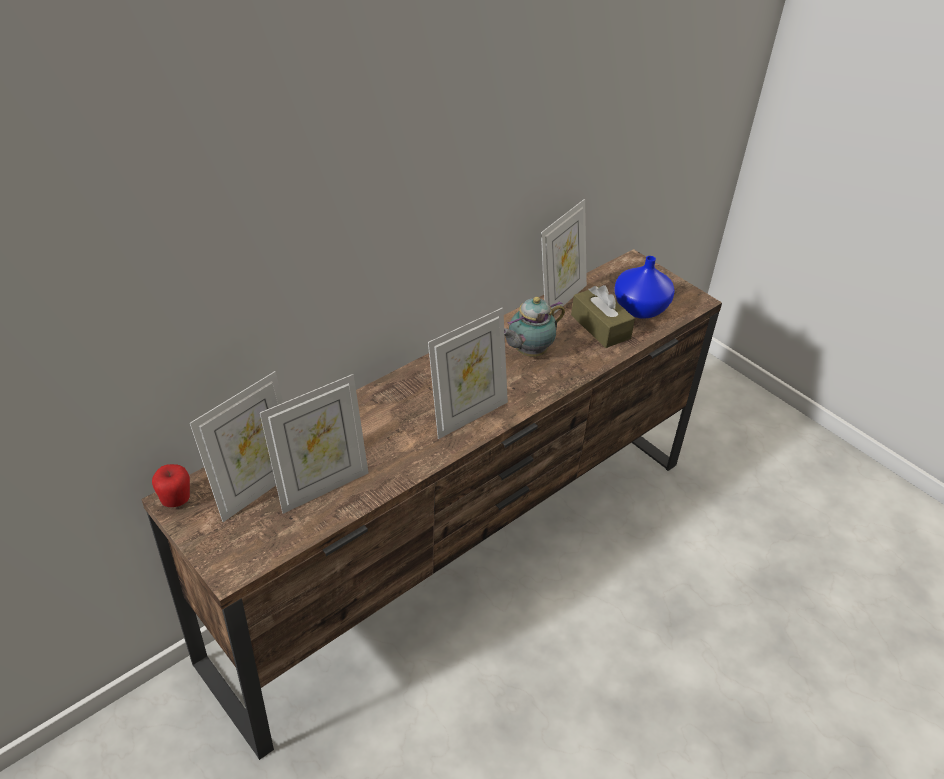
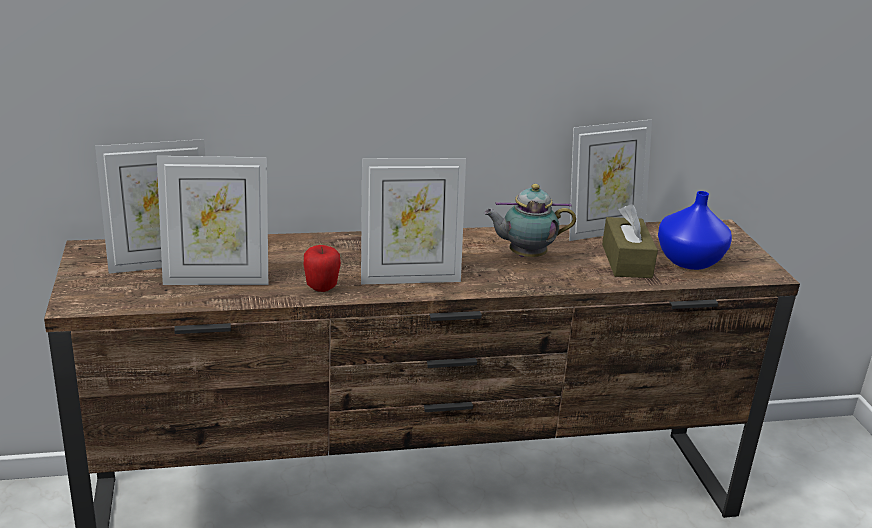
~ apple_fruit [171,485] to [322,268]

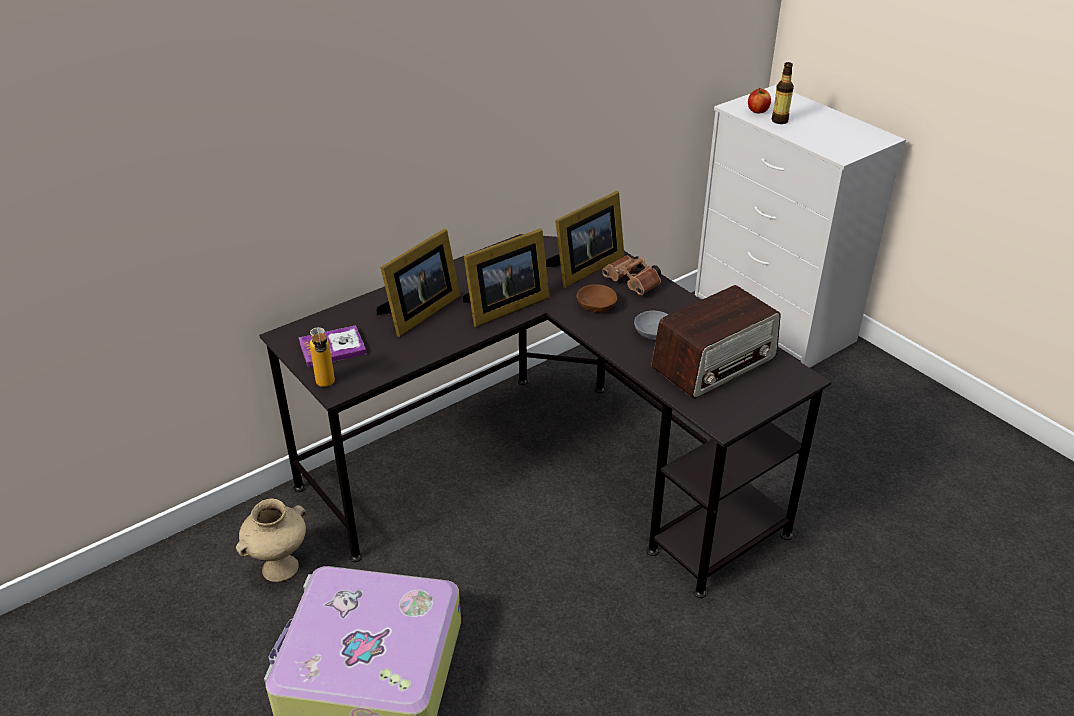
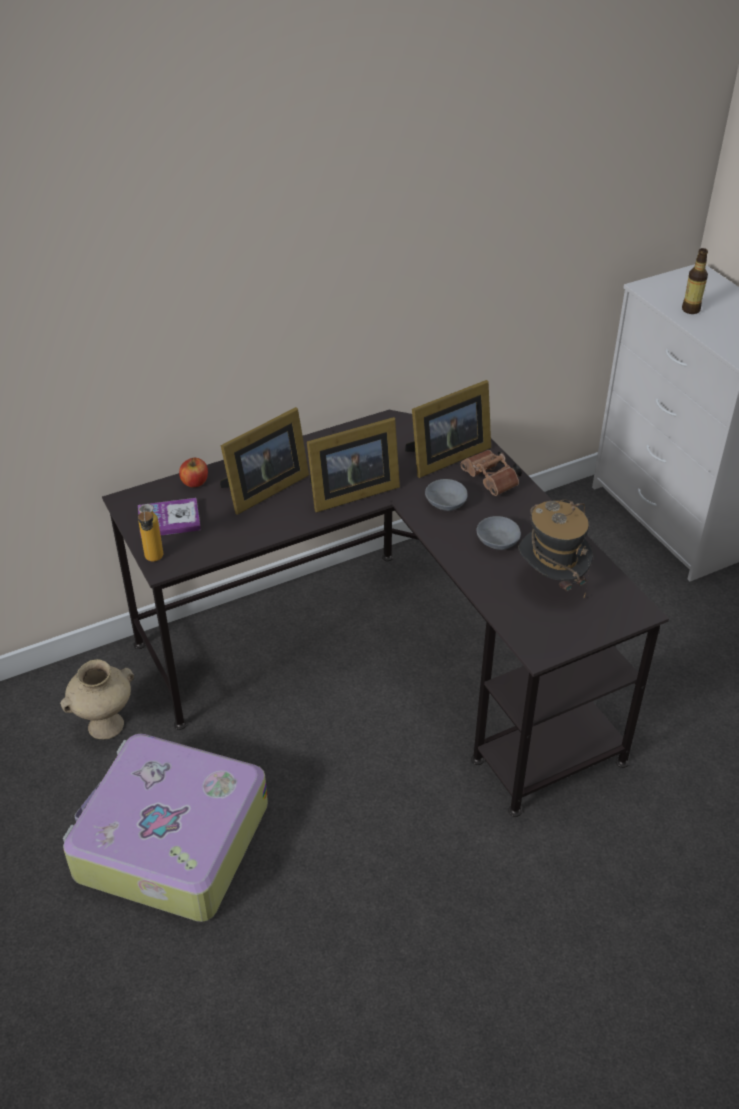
~ apple_fruit [759,101] to [193,472]
~ brown_bowl [597,298] to gray_bowl [446,495]
~ radio_receiver [716,342] to wearable_hat [555,549]

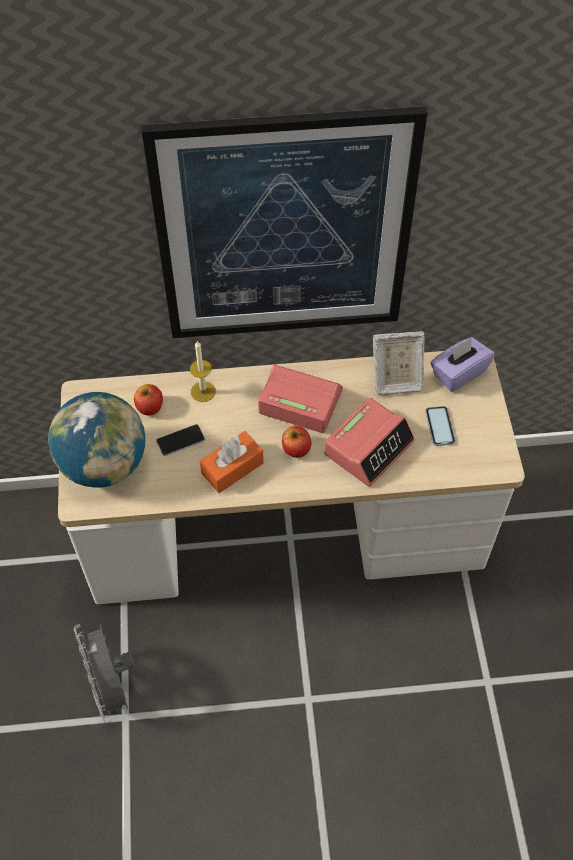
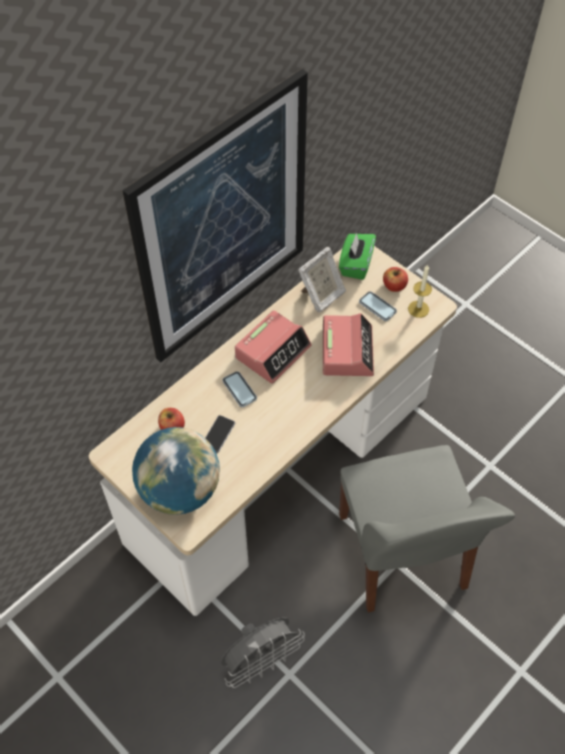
~ gray_electric_fan [104,673] = [263,653] 60 degrees counterclockwise
+ telephone [240,389]
~ table_clock [300,398] = [273,347] 150 degrees clockwise
~ purple_tissue_holder [462,364] to green-coloured_tissue_holder [357,256]
+ gray_upright_chair [427,529]
~ apple_fruit [296,442] to [395,279]
~ wax_candle [203,371] to [420,291]
- orangey_tissue_holder [232,462]

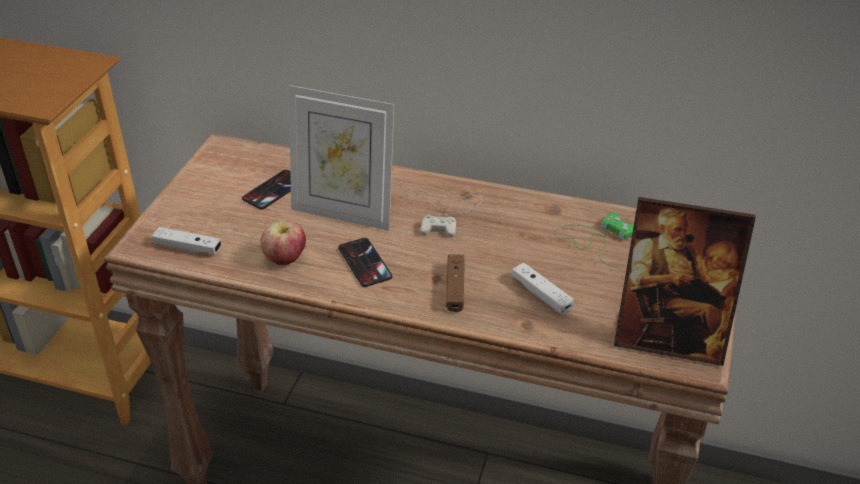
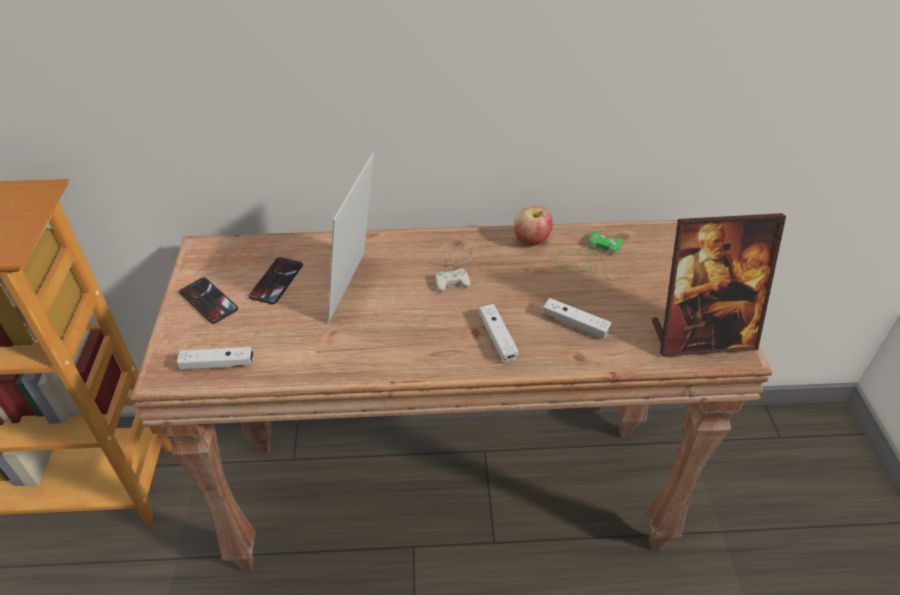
~ telephone [365,262] to [208,300]
~ standing_frame [341,158] = [350,238] 105 degrees clockwise
~ brown_game_controller [455,283] to white_game_controller [499,333]
~ apple_fruit [283,242] to [533,226]

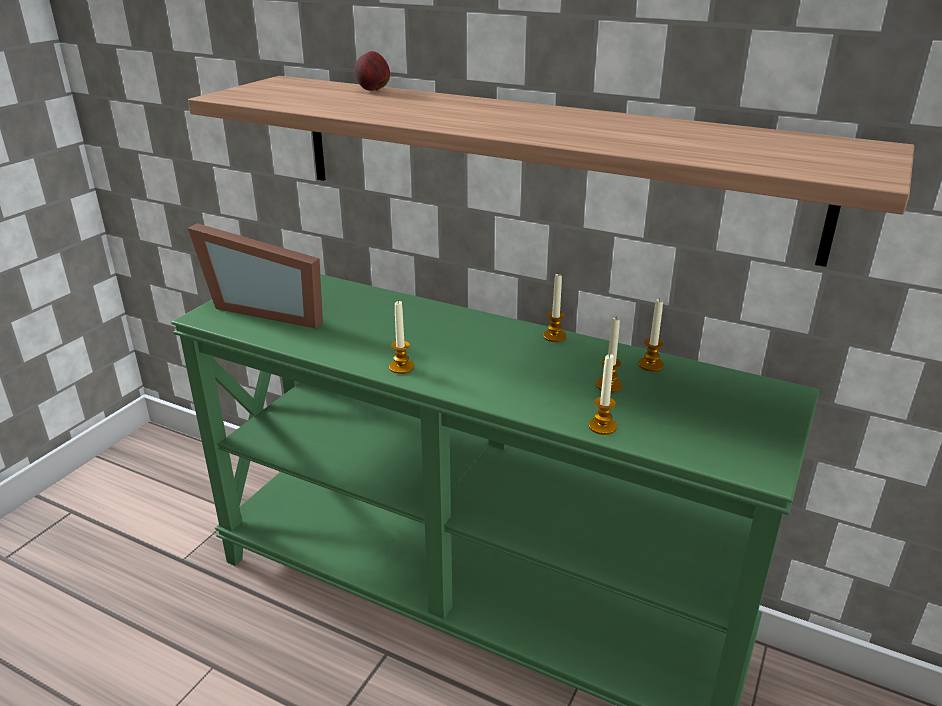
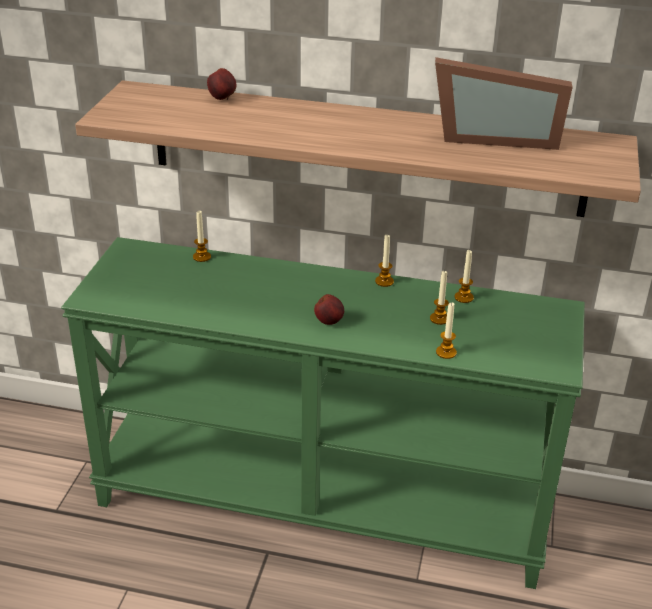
~ wax_candle [401,337] to [202,236]
+ apple_fruit [329,309]
~ standing_frame [255,275] to [504,103]

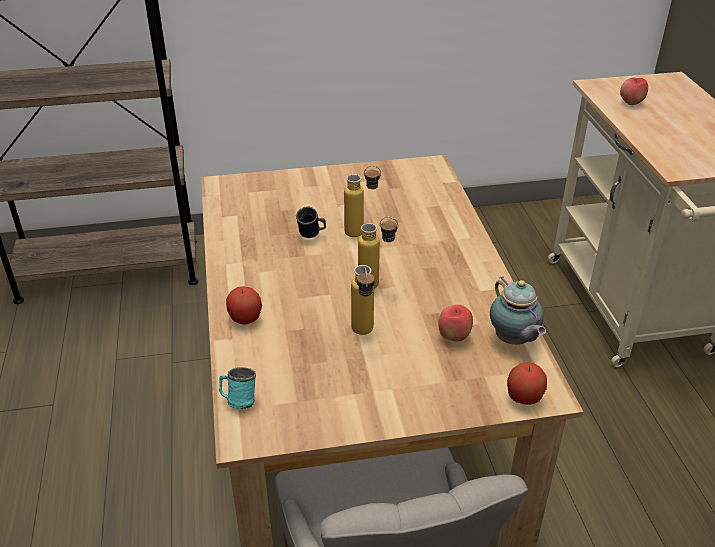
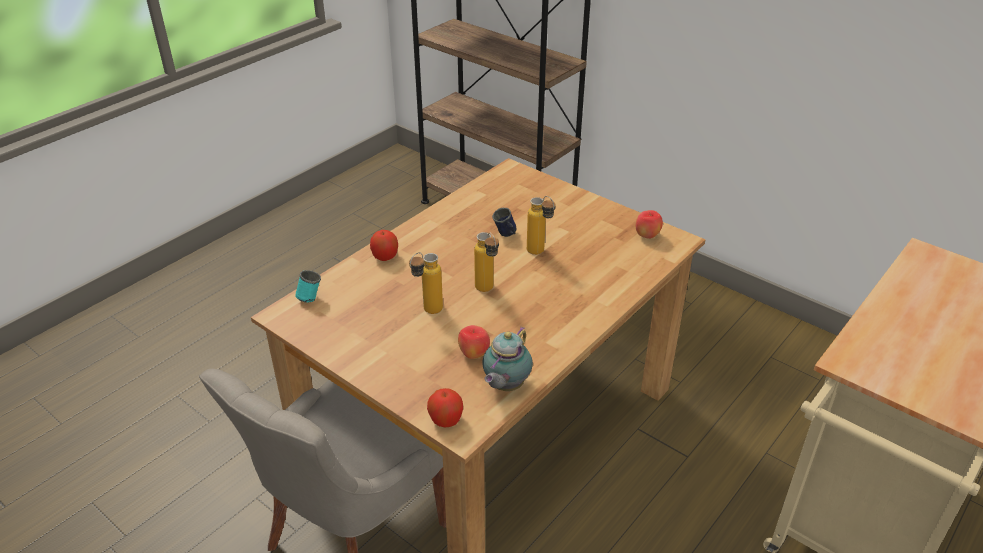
~ apple_fruit [634,91] to [649,224]

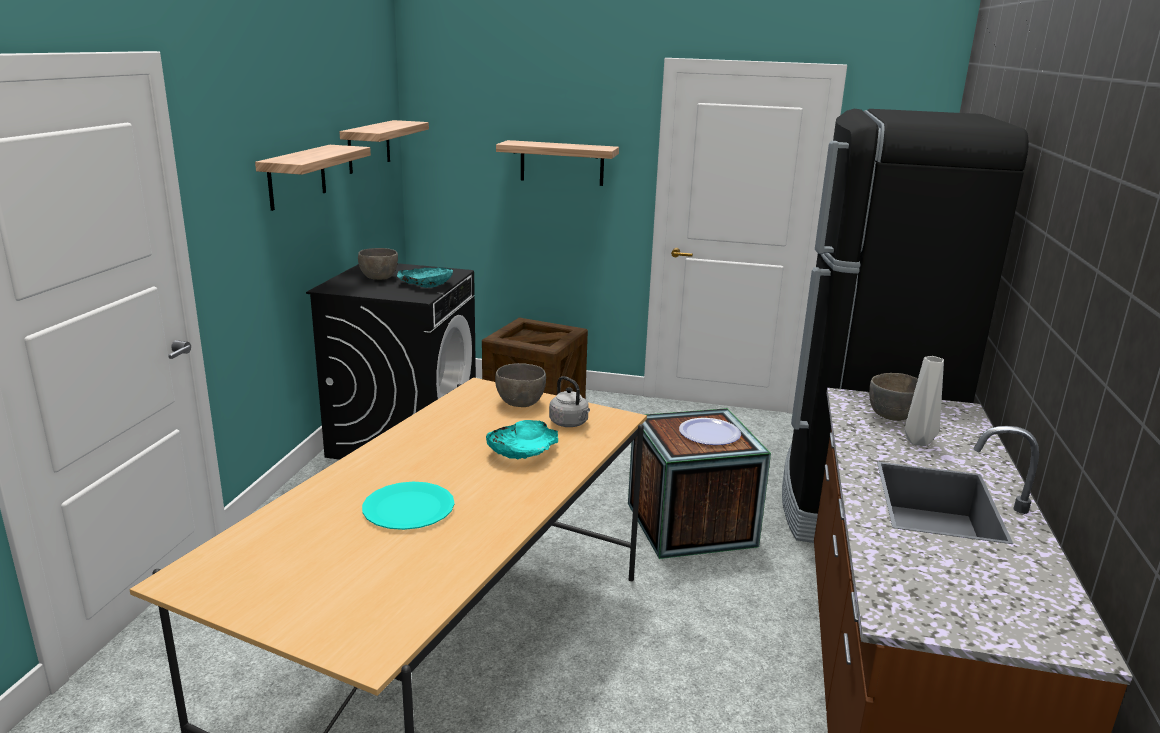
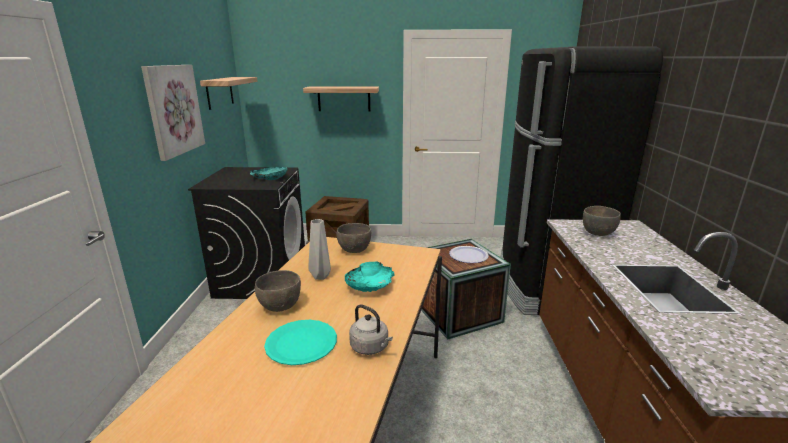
~ bracket_shelf [313,178] to wall_picture [173,113]
~ gray_bowl [378,264] to [278,291]
~ gray_flower_vase [924,401] to [319,249]
~ gray_tea_kettle [569,401] to [371,329]

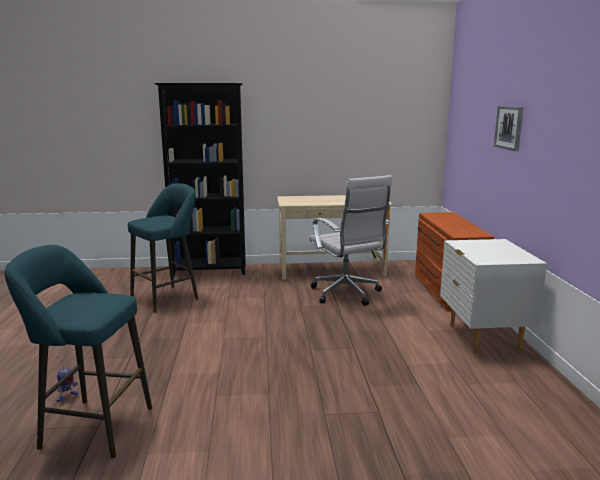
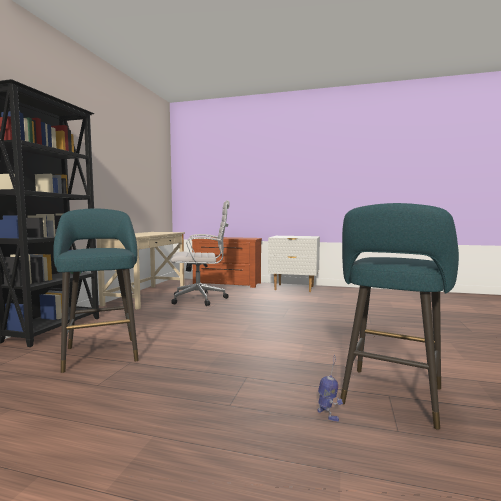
- wall_picture [509,128]

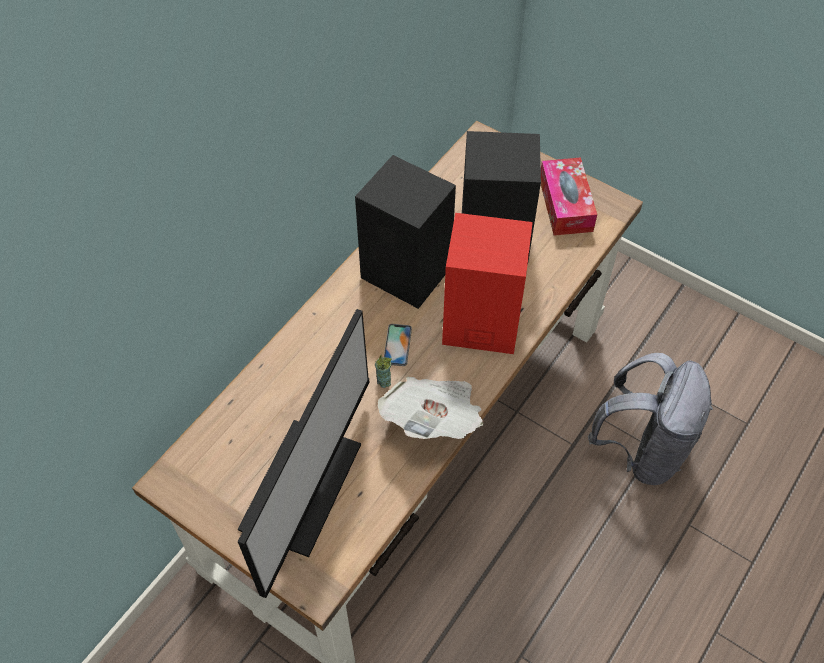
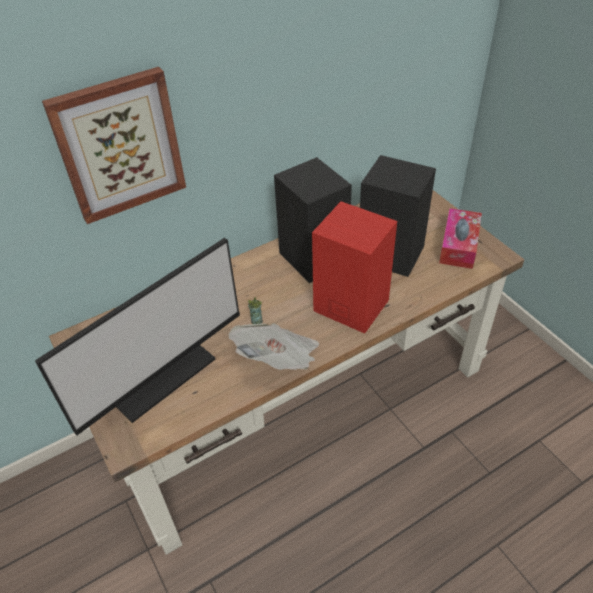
+ wall_picture [114,145]
- telephone [398,345]
- gray_backpack [650,419]

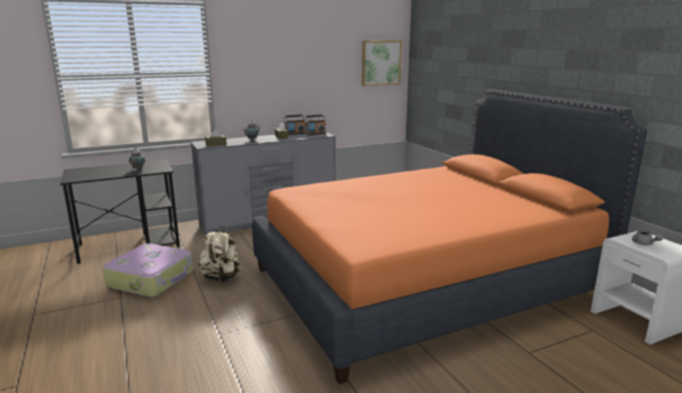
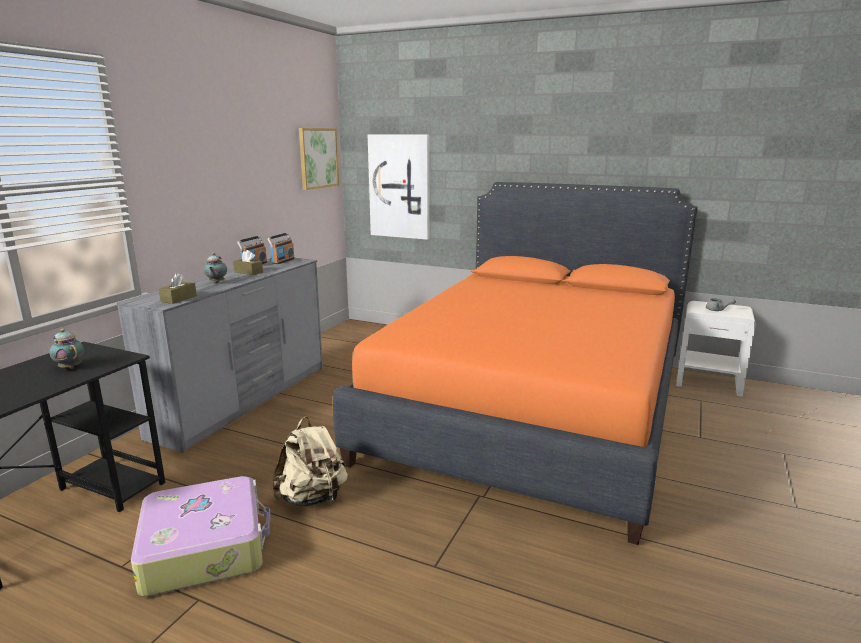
+ wall_picture [398,187]

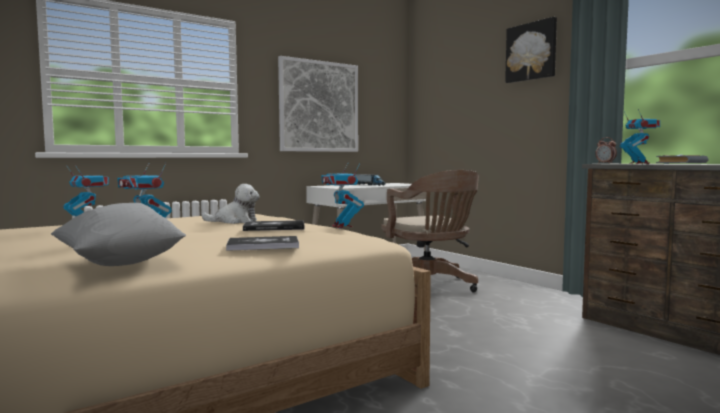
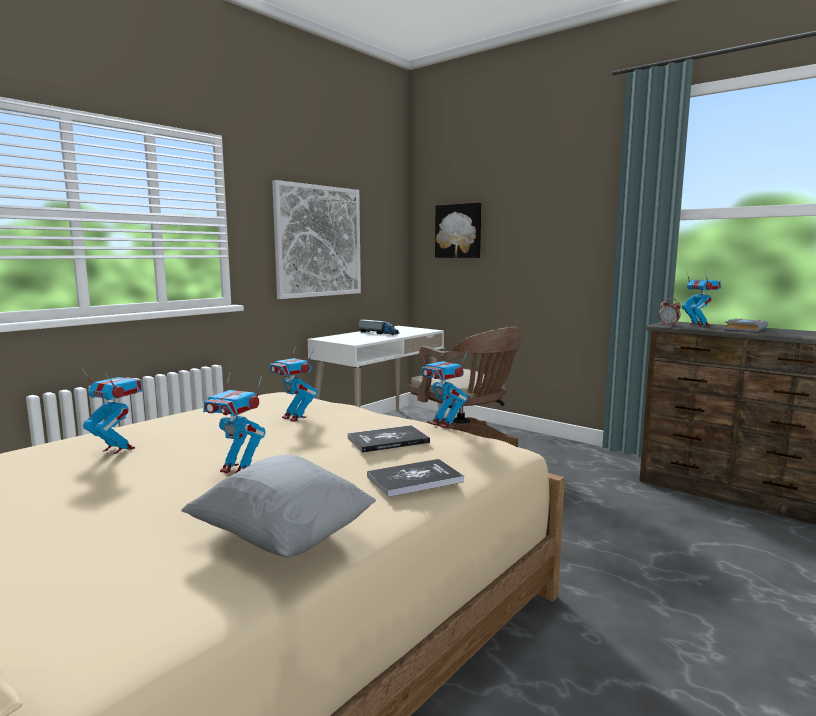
~ cuddly_toy [230,204] to robot_figure [294,384]
~ wall_picture [531,50] to [458,230]

